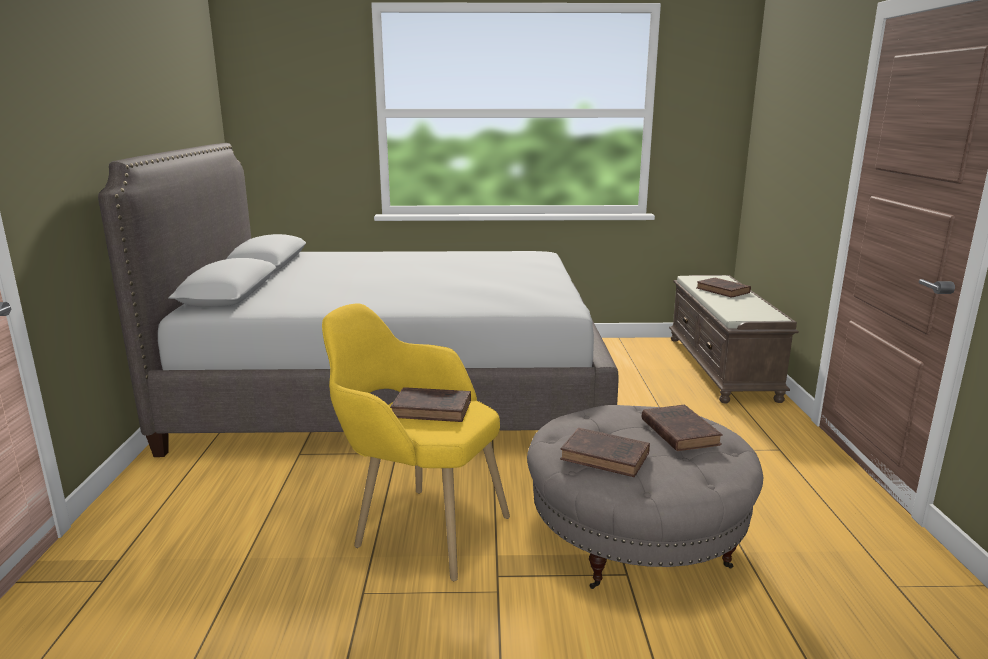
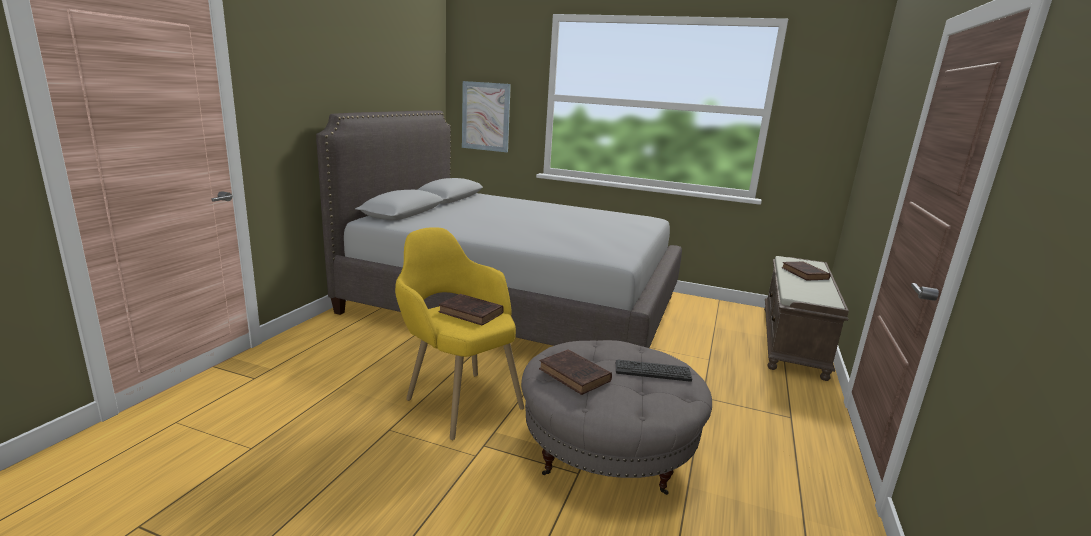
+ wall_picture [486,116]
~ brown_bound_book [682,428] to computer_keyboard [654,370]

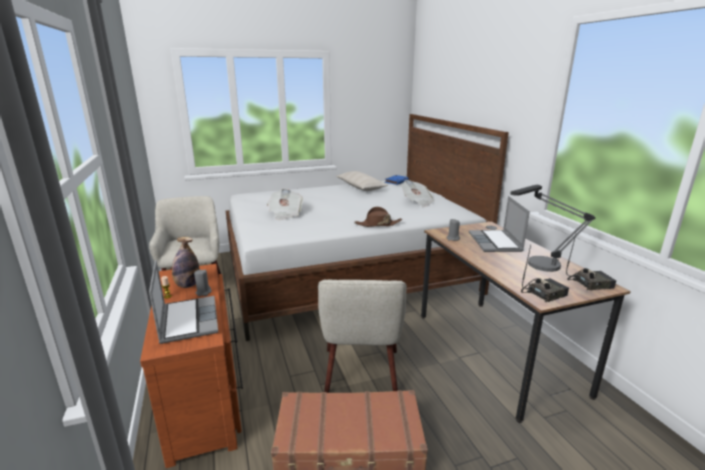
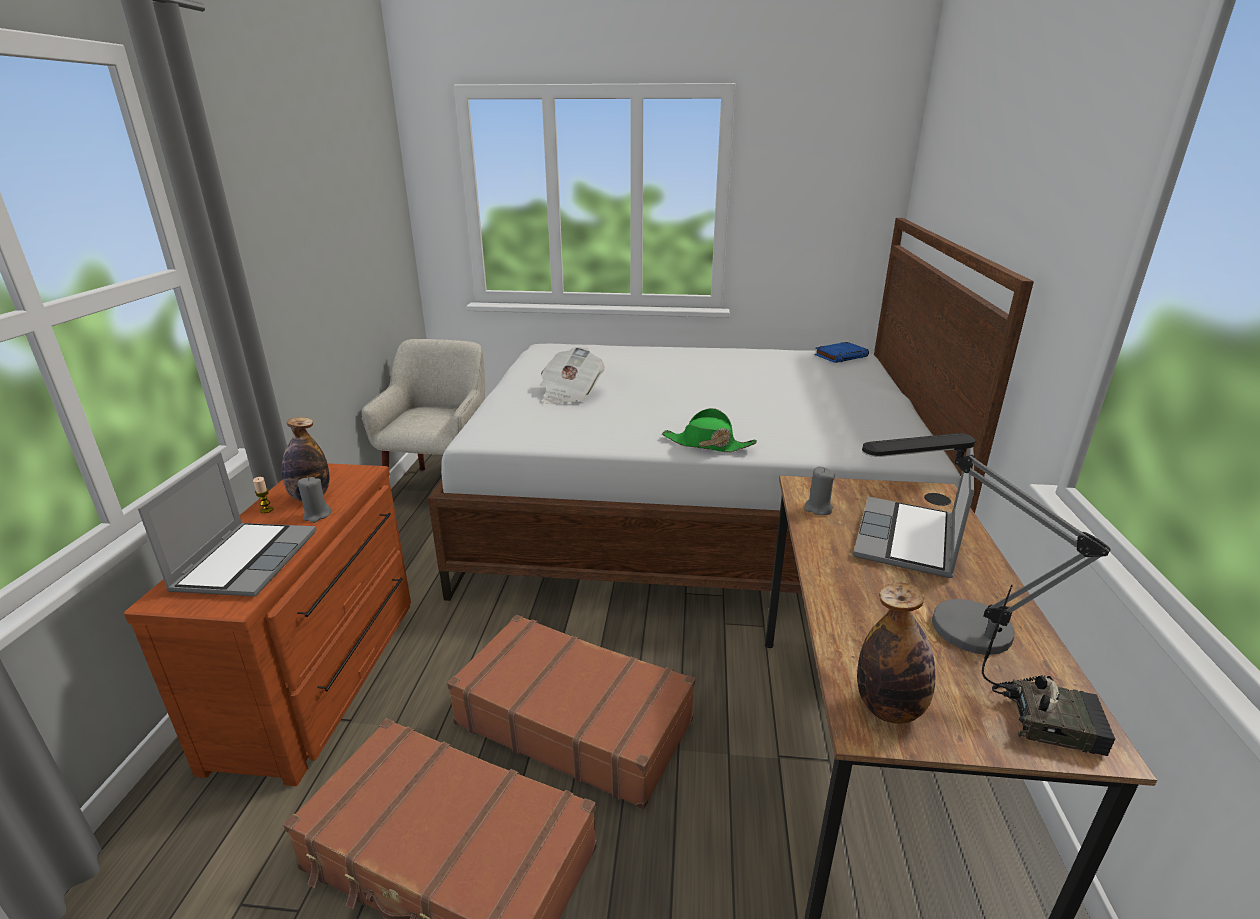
~ beige-coloured_armchair [362,336] to brown_travel_case [571,712]
~ brown_wearable_hat [378,217] to green-coloured_wearable_hat [709,430]
~ radio_receiver [545,273] to drink_bottle [896,653]
- beige-coloured_throw_pillow [362,181]
- daily_paper [418,193]

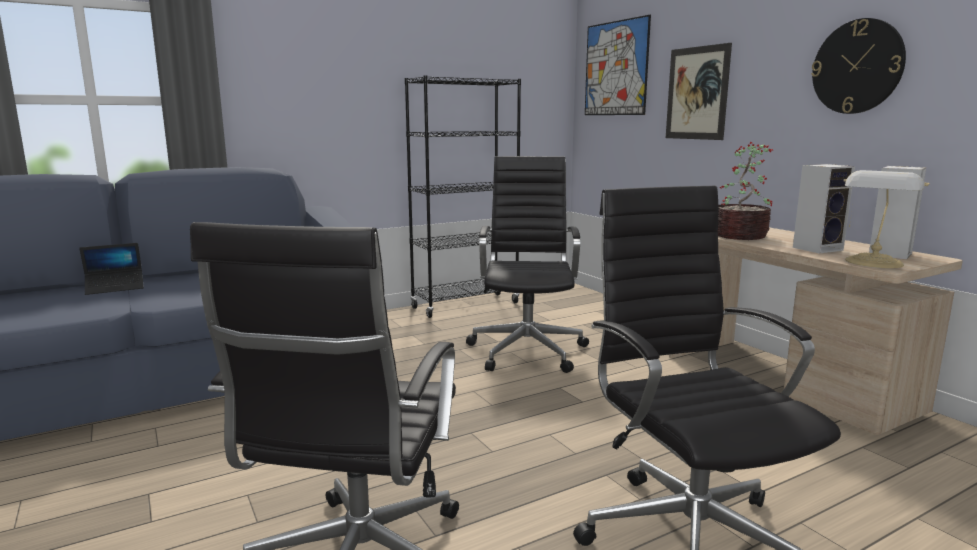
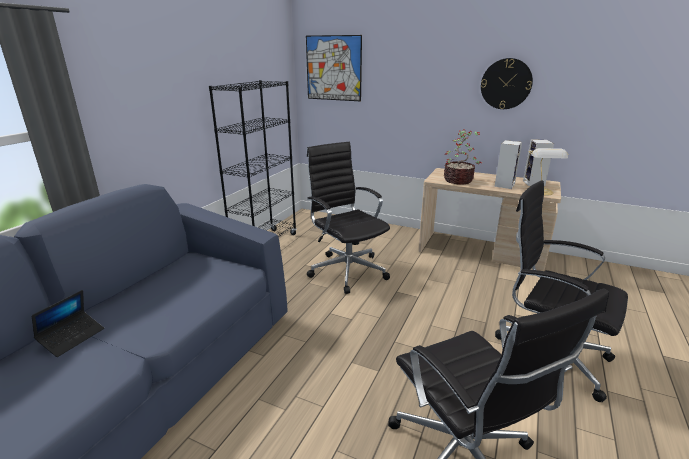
- wall_picture [699,91]

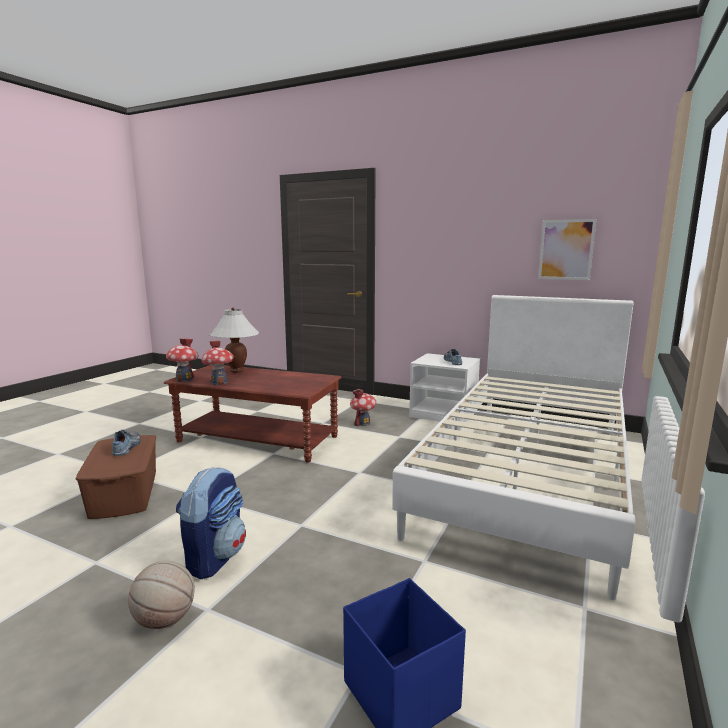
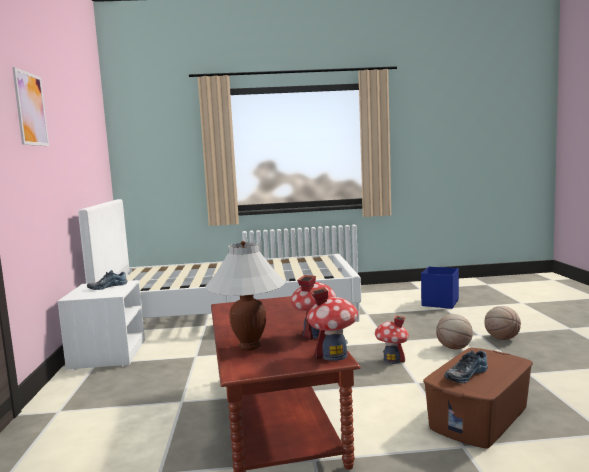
~ wall_picture [567,249] to [30,106]
~ toy_house [363,407] to [392,339]
~ backpack [211,523] to ball_for_basketball [454,331]

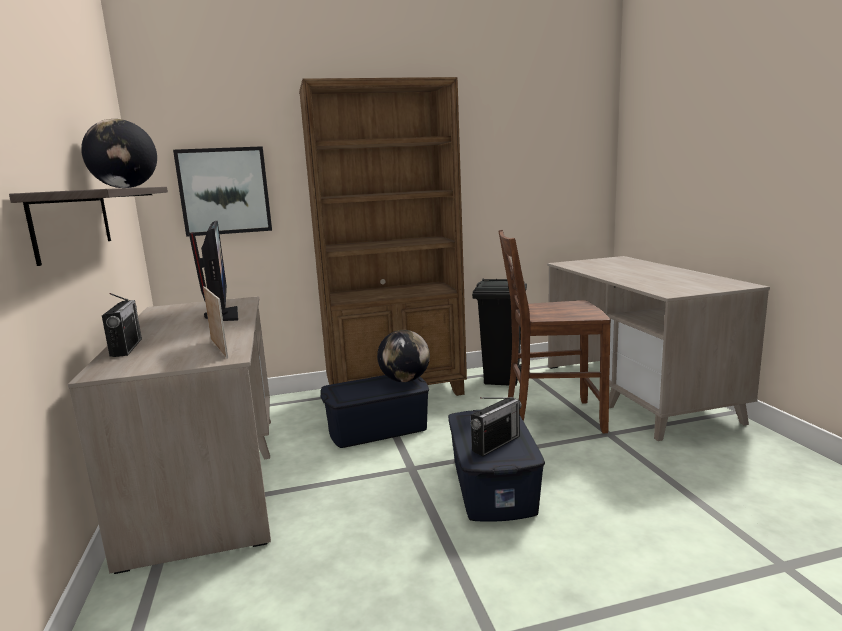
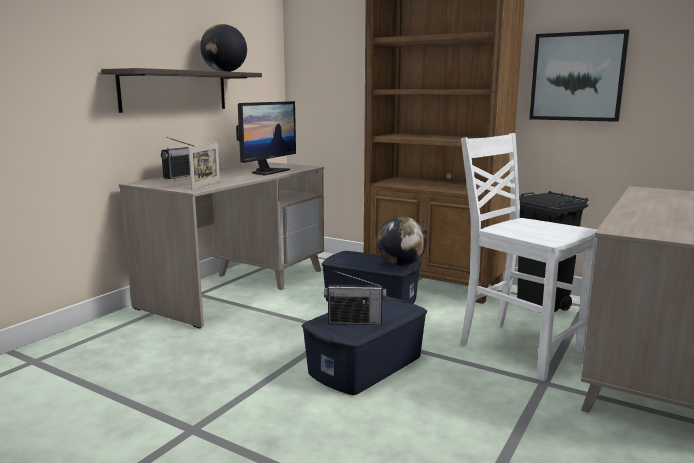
~ brown_upright_chair [554,332] to white_upright_chair [528,257]
~ wall_picture [222,191] to [579,75]

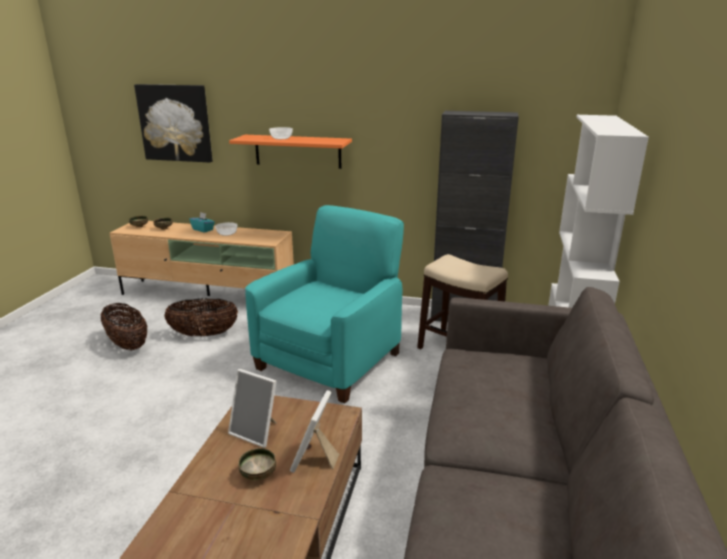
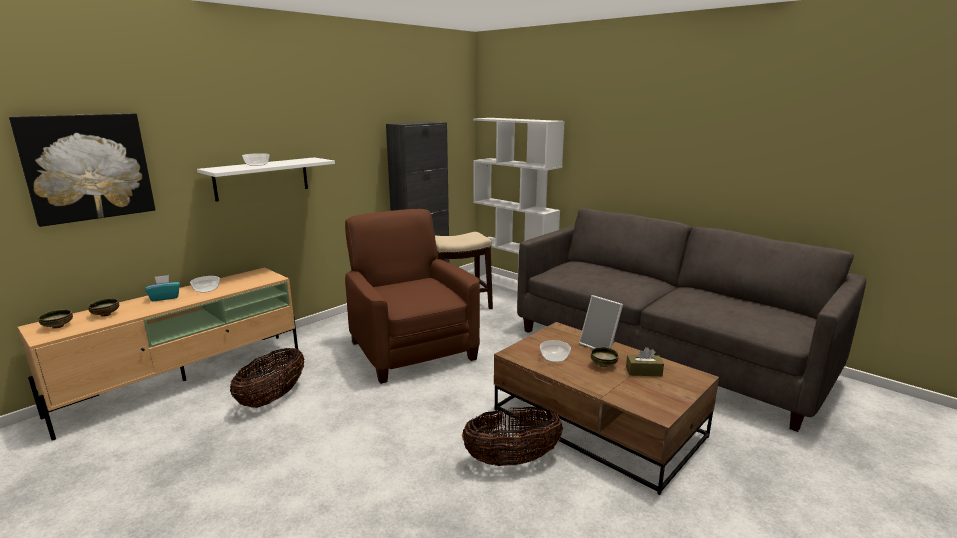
~ orangey_bracket_shelf [290,152] to white_bracket_shelf [266,179]
~ blue-green_armchair [324,304] to brown_armchair [412,296]
~ household_basket [124,327] to [512,436]
~ standing_frame [252,408] to bowl [555,351]
+ brown_tissue_holder [645,361]

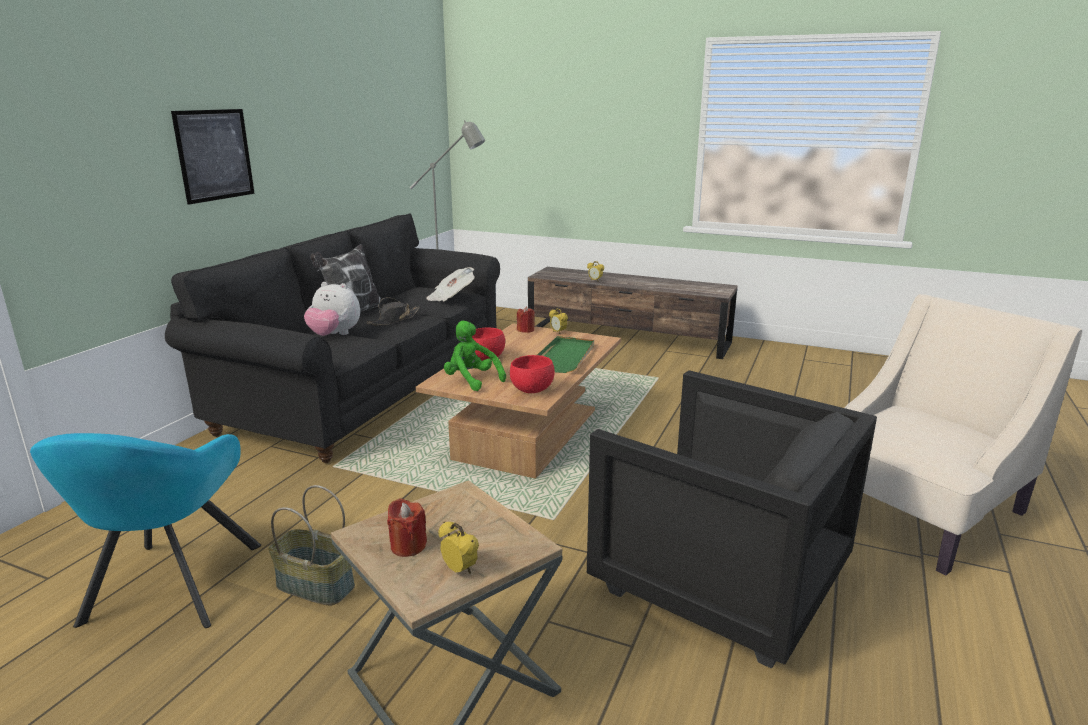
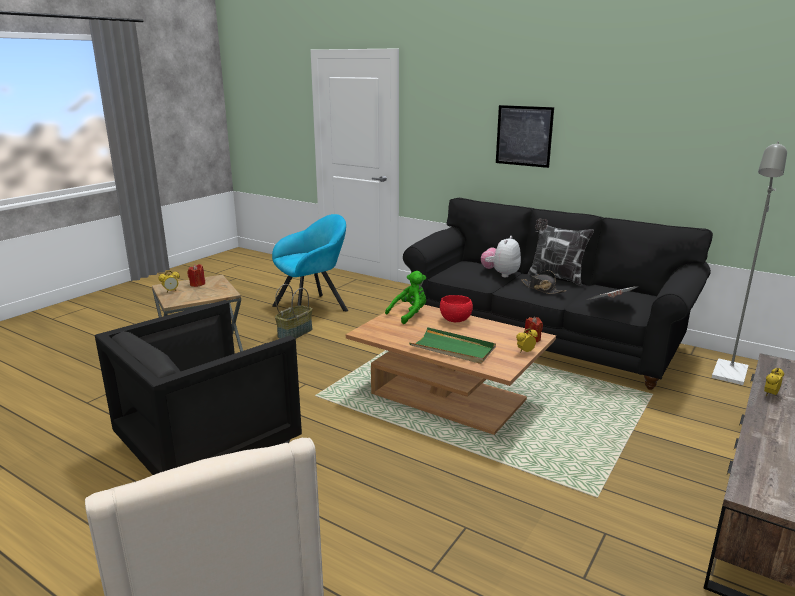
~ blue-green_armchair [145,530] = [310,262] 135 degrees clockwise
- reddish_bowl [532,374]

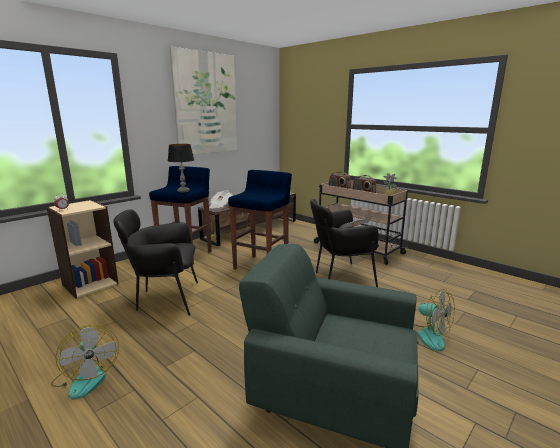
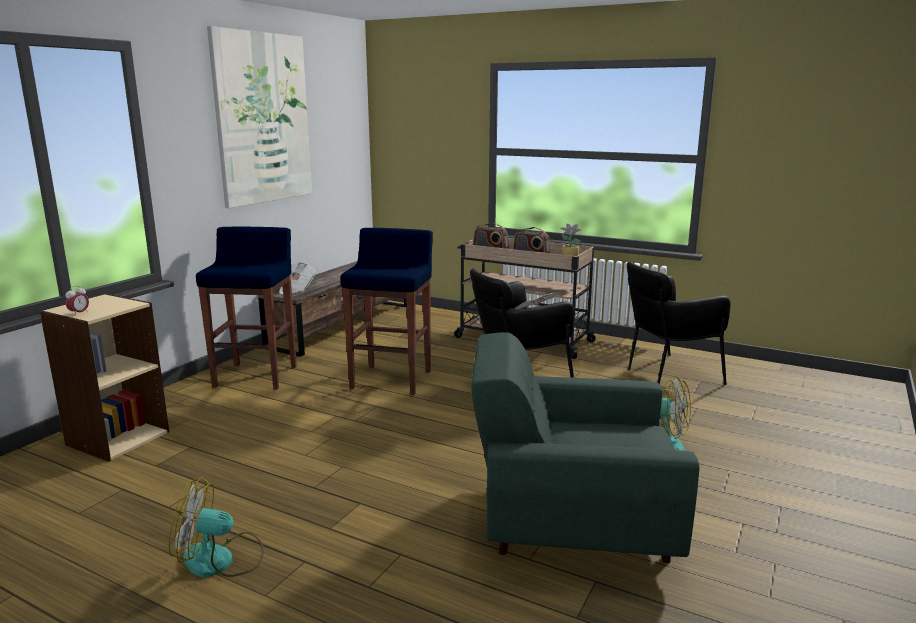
~ electric_fan [85,362] = [216,527] 135 degrees clockwise
~ black_armchair [155,262] to [679,323]
- table_lamp [181,168]

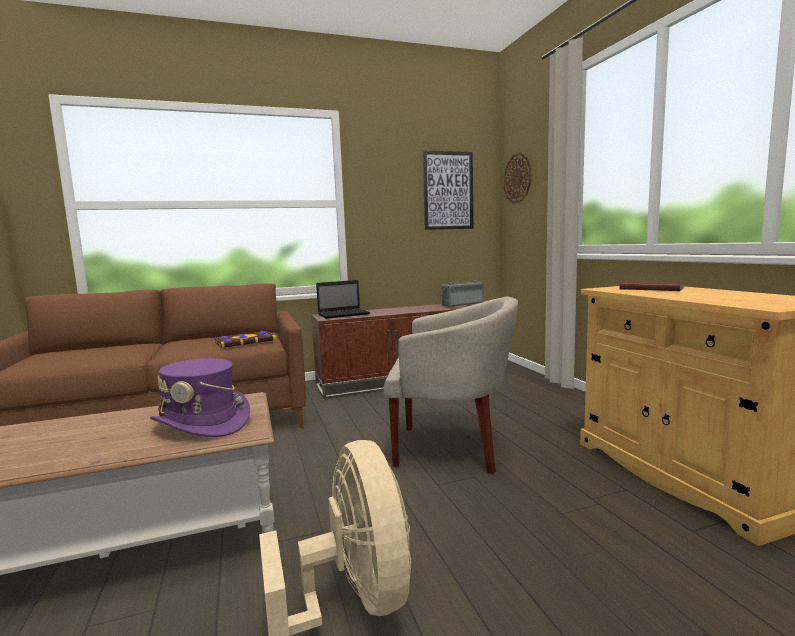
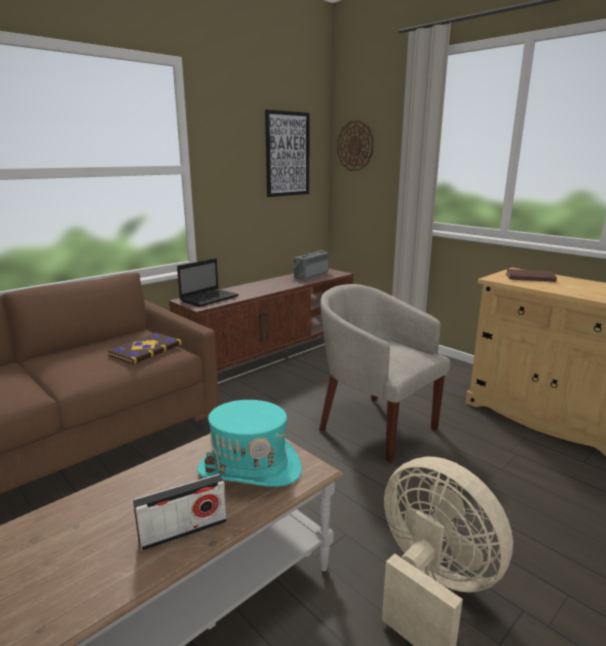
+ radio_receiver [180,512]
~ purple_wearable_hat [200,397] to blue-green_wearable_hat [249,443]
~ beige-coloured_armchair [451,385] = [385,373] 120 degrees counterclockwise

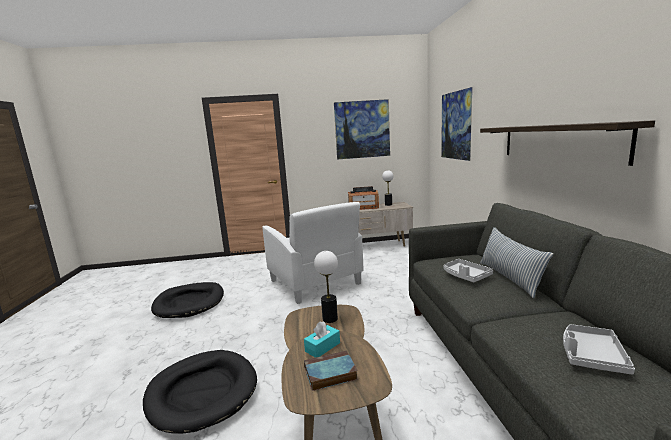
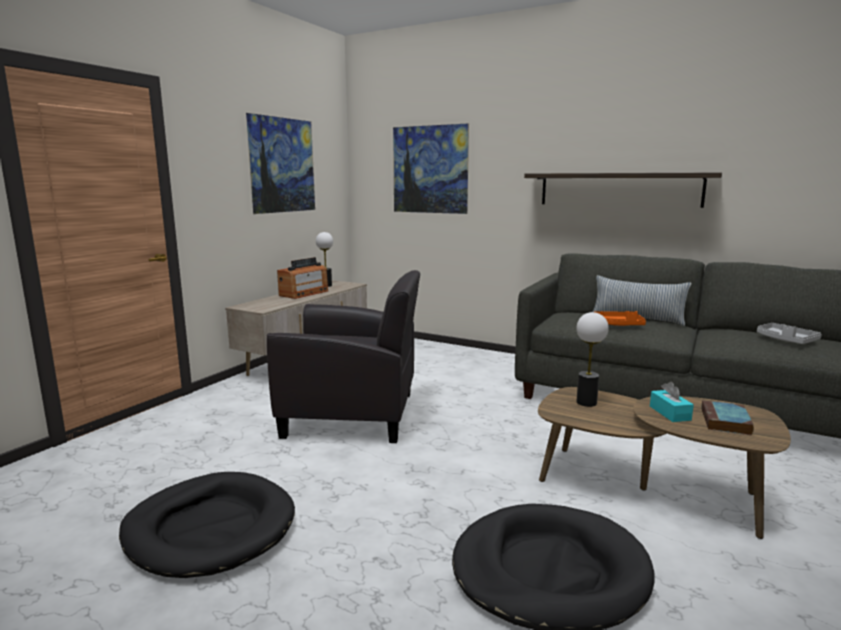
~ white_armchair [313,253] to black_armchair [343,356]
~ gray_tray [468,270] to orangey_tray [620,318]

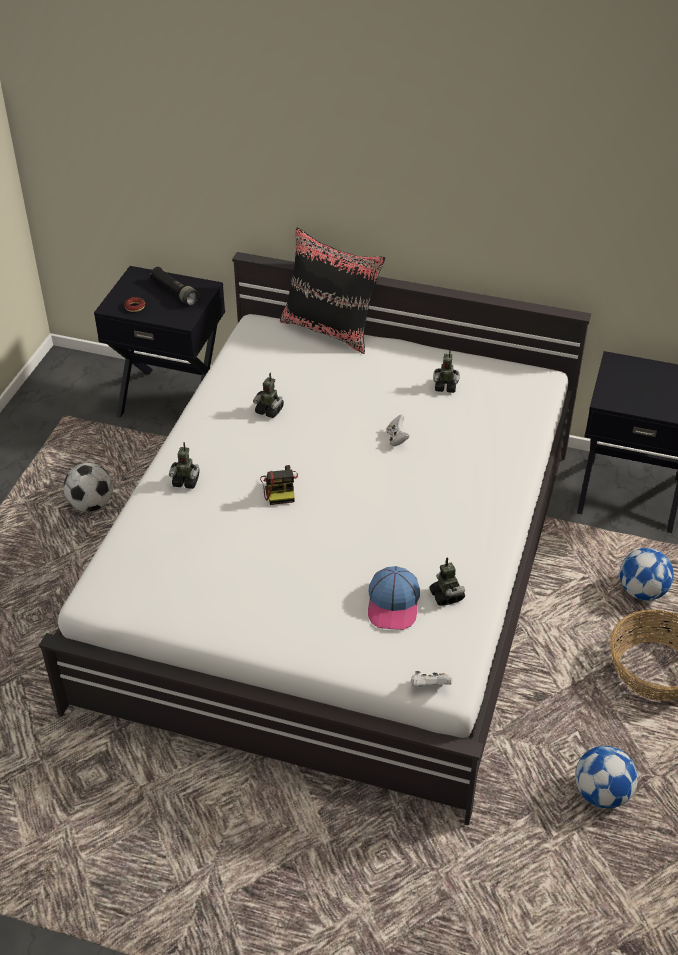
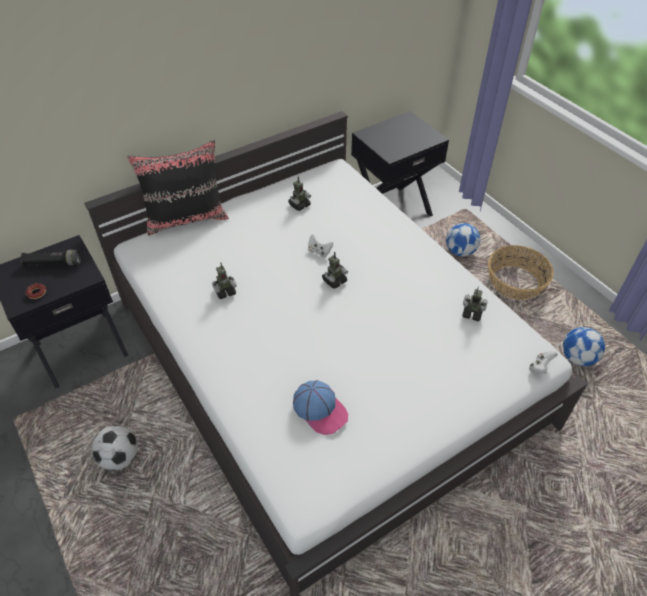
~ baseball_cap [394,598] to [320,407]
~ robot_figure [184,465] to [335,270]
- still_camera [279,485]

